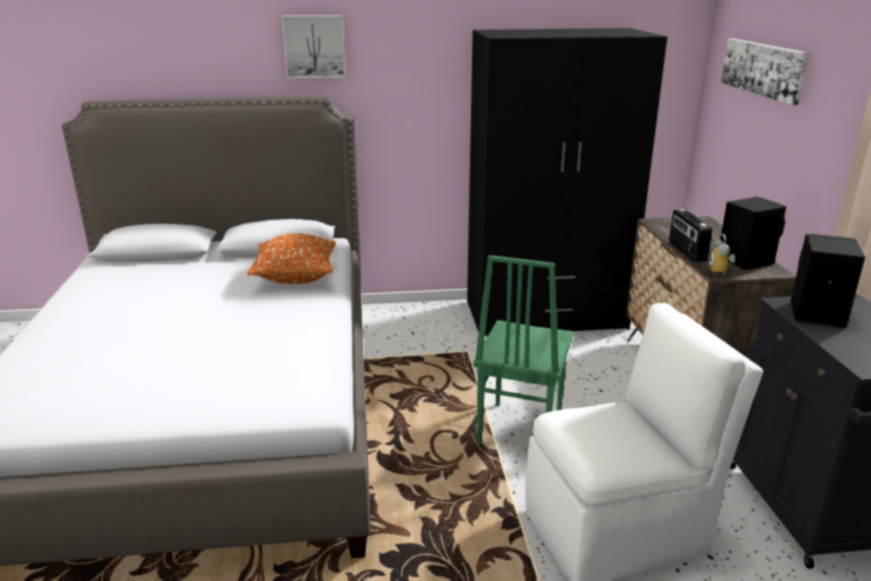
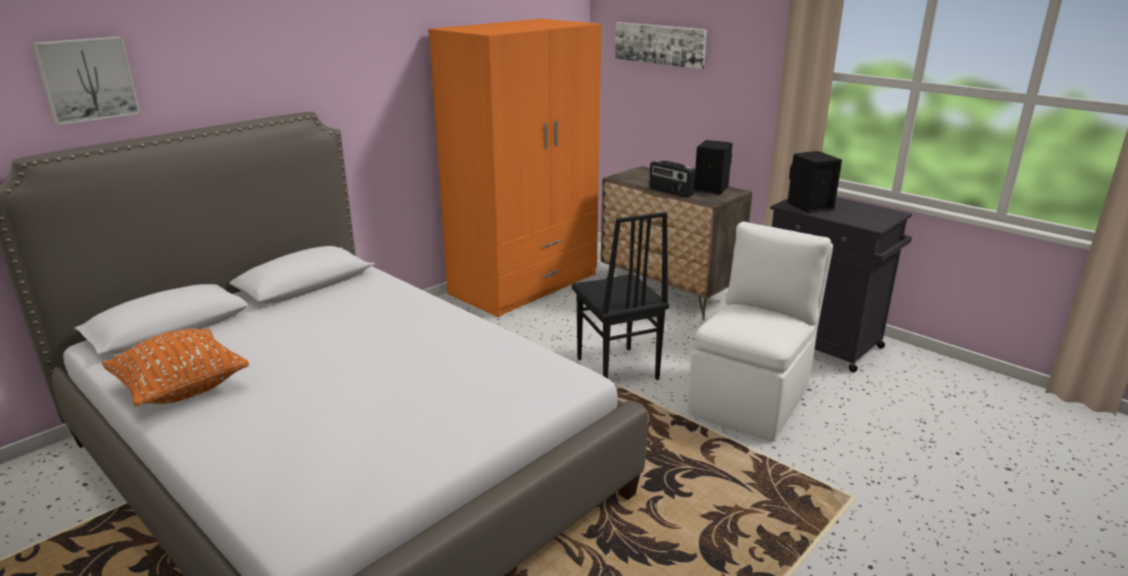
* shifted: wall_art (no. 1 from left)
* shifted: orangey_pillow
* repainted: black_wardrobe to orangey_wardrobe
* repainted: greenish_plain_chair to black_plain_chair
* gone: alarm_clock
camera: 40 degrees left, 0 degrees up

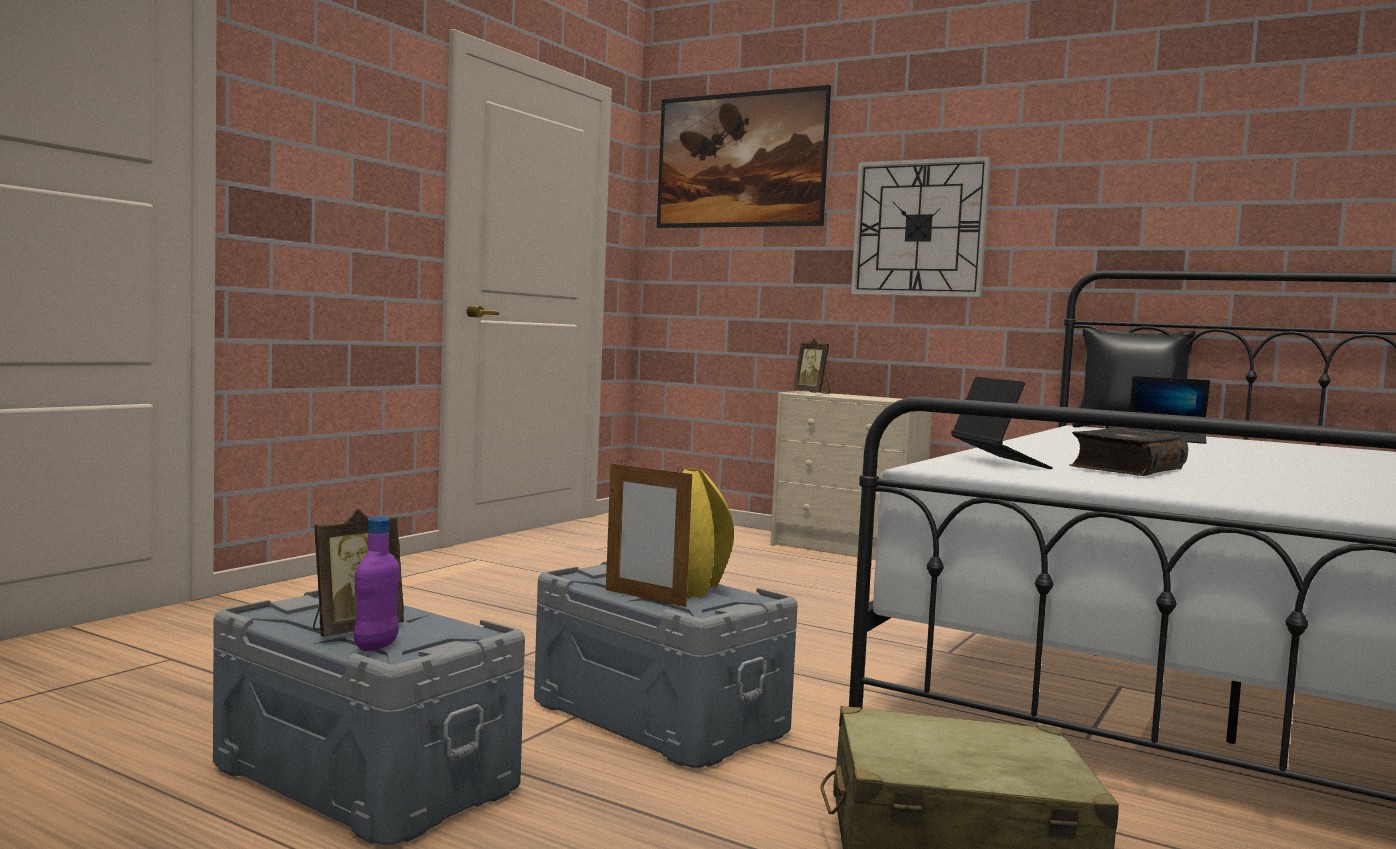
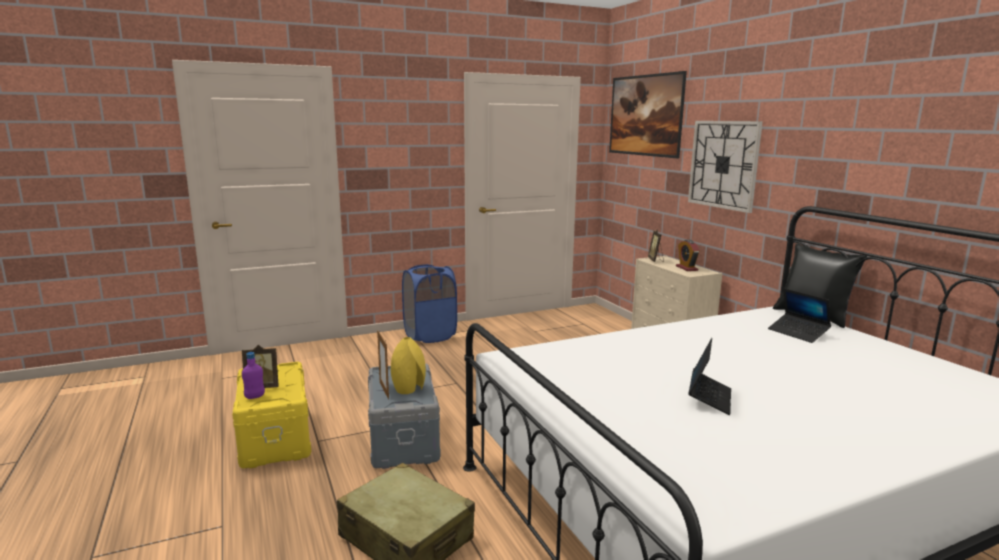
* repainted: greyish_storage_bin (no. 1 from left) to yellow_storage_bin
* new: blue_laundry_basket
* new: alarm_clock
* shifted: portable_computer (no. 1 from left)
* gone: volume
camera: 35 degrees right, 10 degrees up

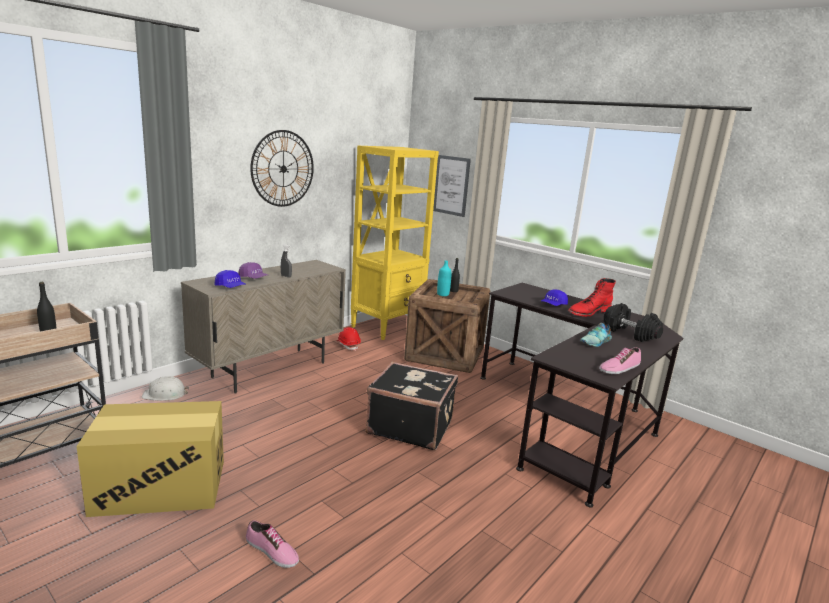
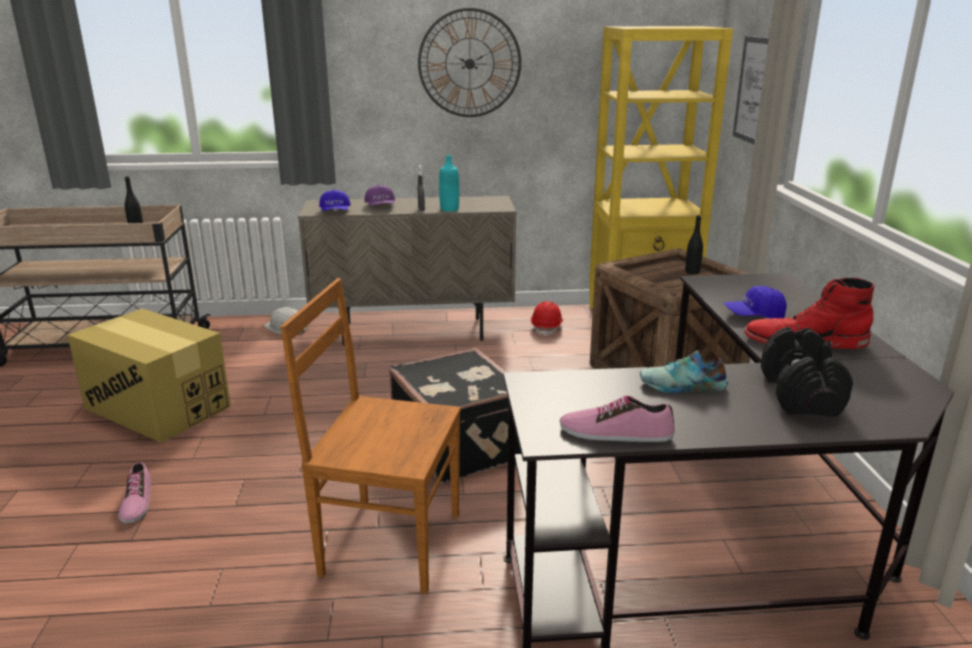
* new: brownish_plain_chair
* shifted: blue-green_beverage_bottle
camera: 45 degrees right, 5 degrees up

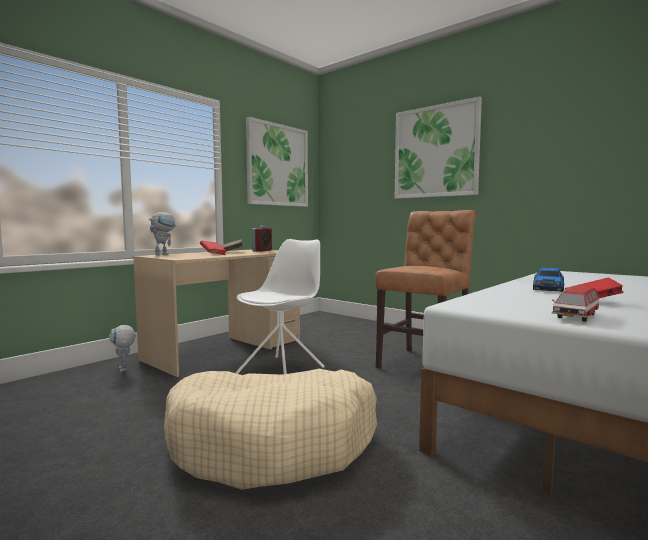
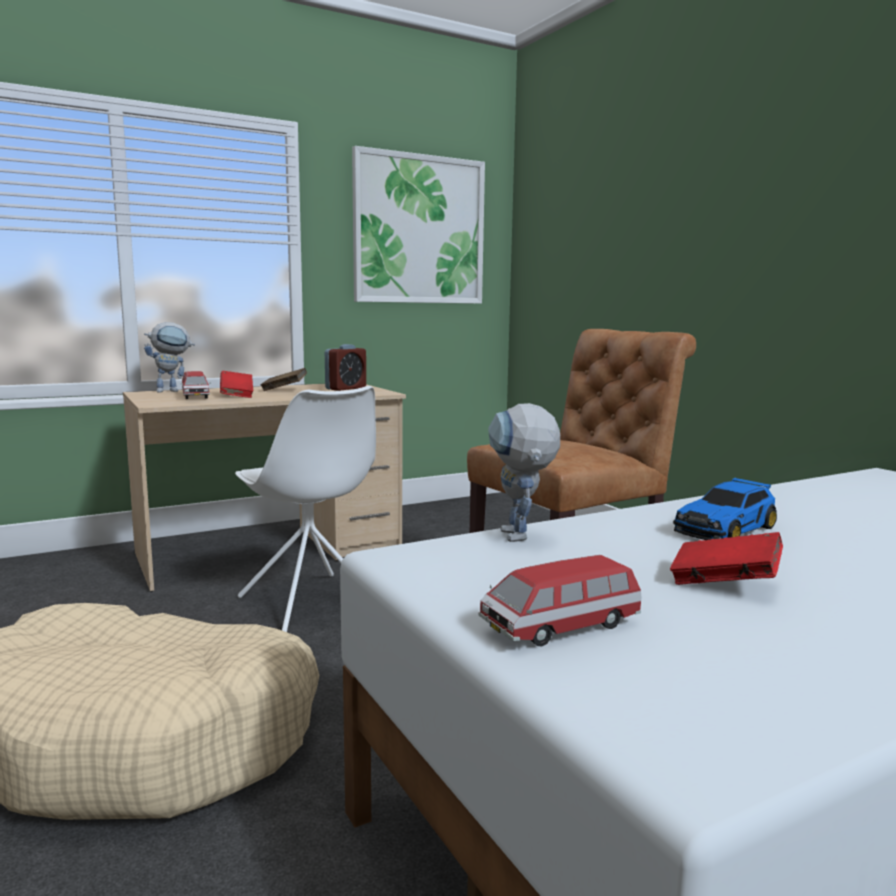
* new: toy_car (no. 1 from left)
* rotated: white_plain_chair 90 degrees clockwise
* shifted: model_robot (no. 1 from left in the first image) to model_robot (no. 2 from left)
* gone: wall_art (no. 2 from left)
camera: 20 degrees right, 5 degrees up

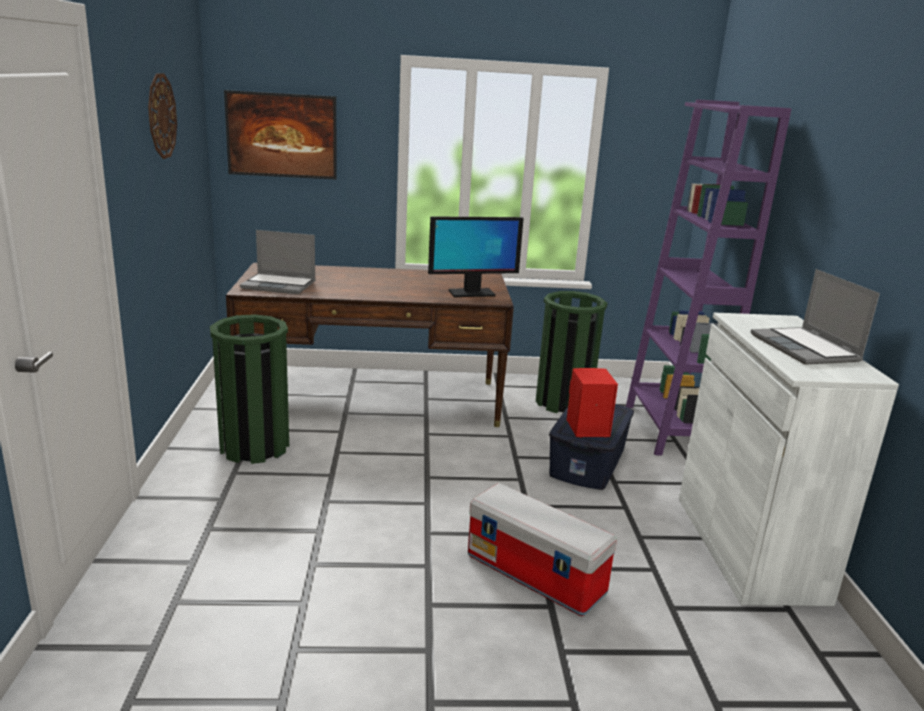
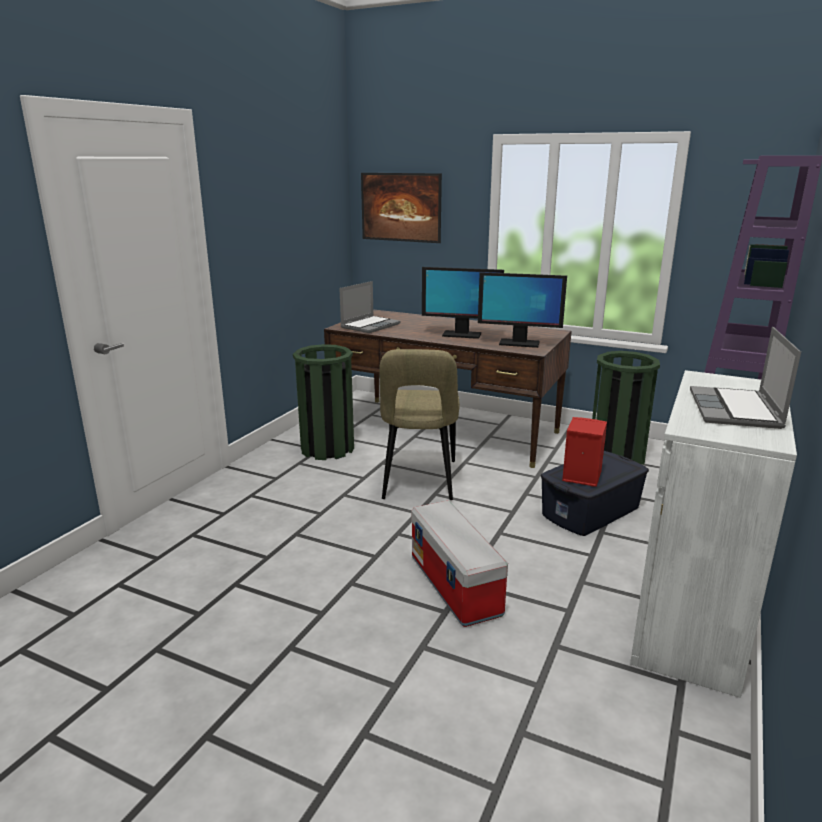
* rotated: portable_computer (no. 1 from left) 90 degrees counterclockwise
* new: beige_plain_chair
* new: computer_display (no. 1 from left)
* gone: wall_clock
camera: 30 degrees right, 0 degrees up

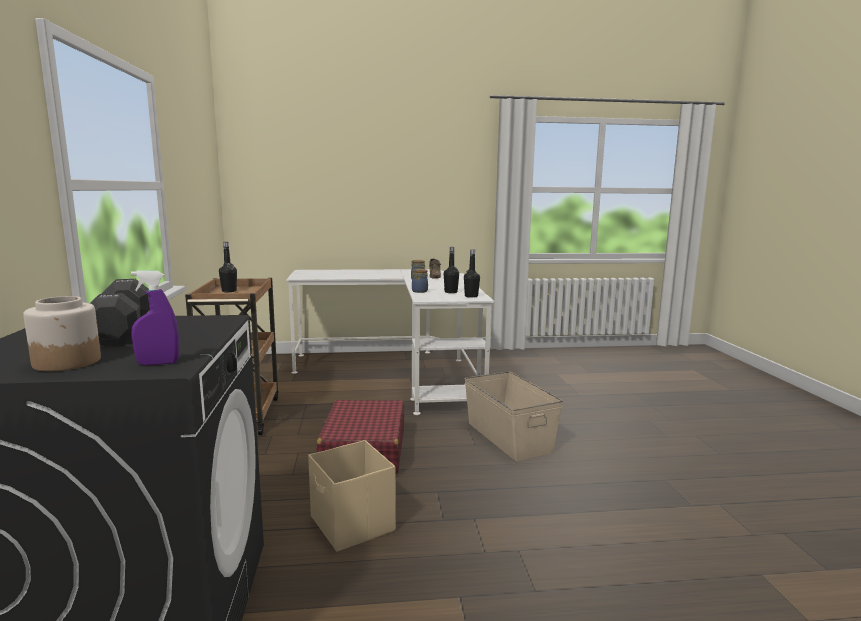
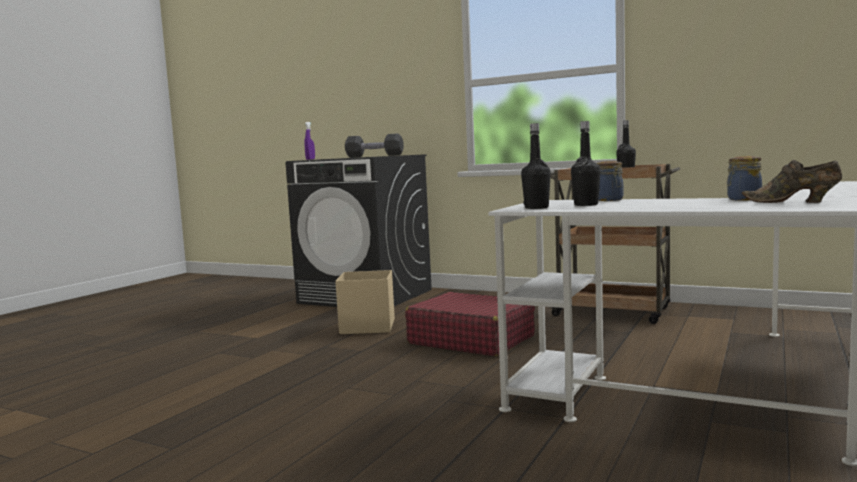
* gone: storage_jar (no. 1 from left)
* gone: beige_storage_bin (no. 2 from left)
camera: 125 degrees right, 5 degrees down

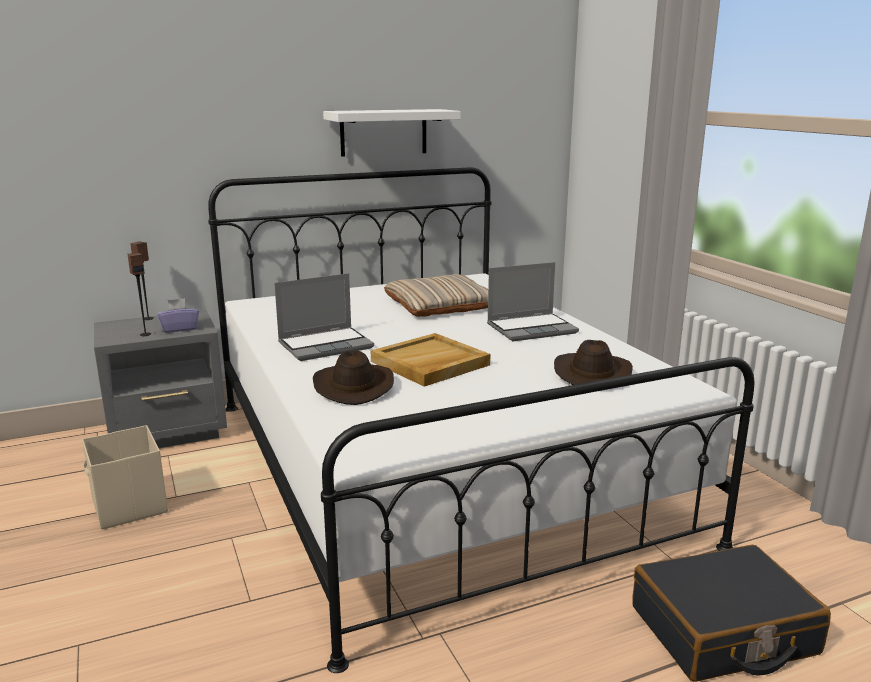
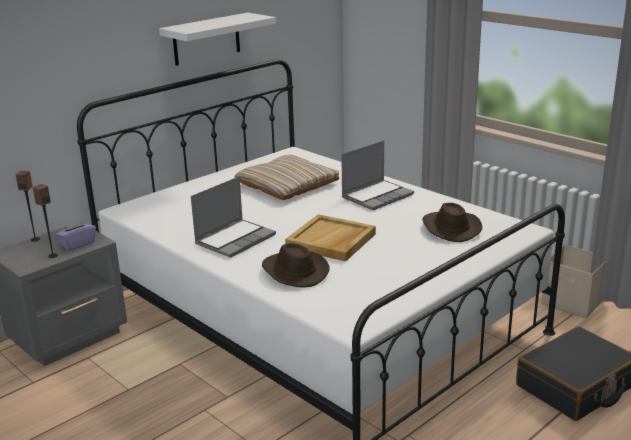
* shifted: beige_storage_bin
camera: 20 degrees left, 5 degrees up

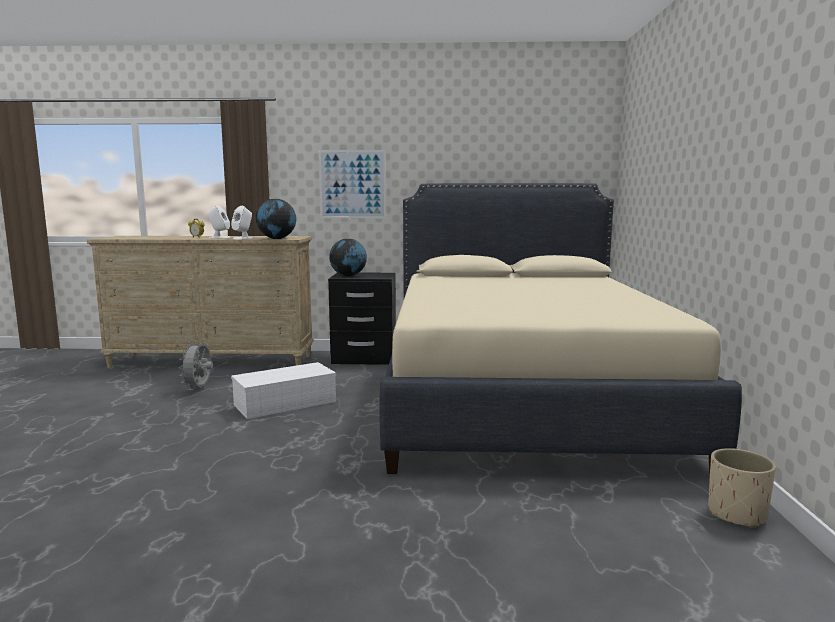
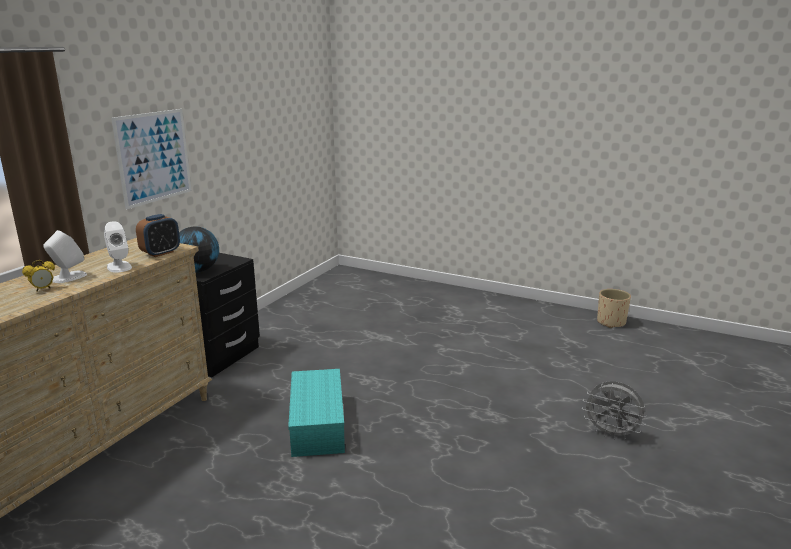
* swapped: desk_globe (no. 1 from left) to alarm_clock (no. 2 from left)
* repainted: white_storage_bin to blue-green_storage_bin
* shifted: greyish_cooling_fan
* gone: beige_bedroom_bed
camera: 65 degrees left, 10 degrees up

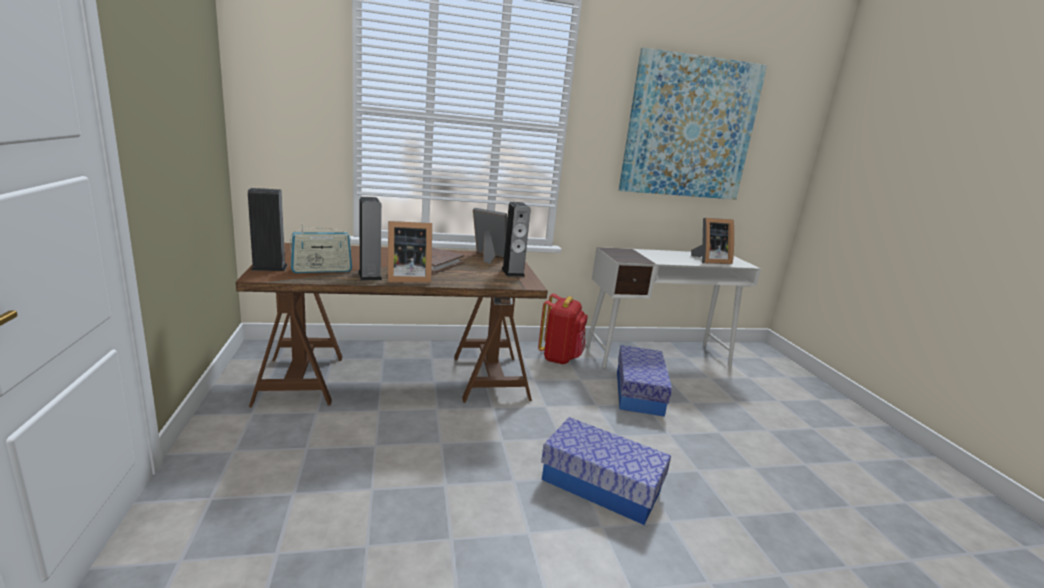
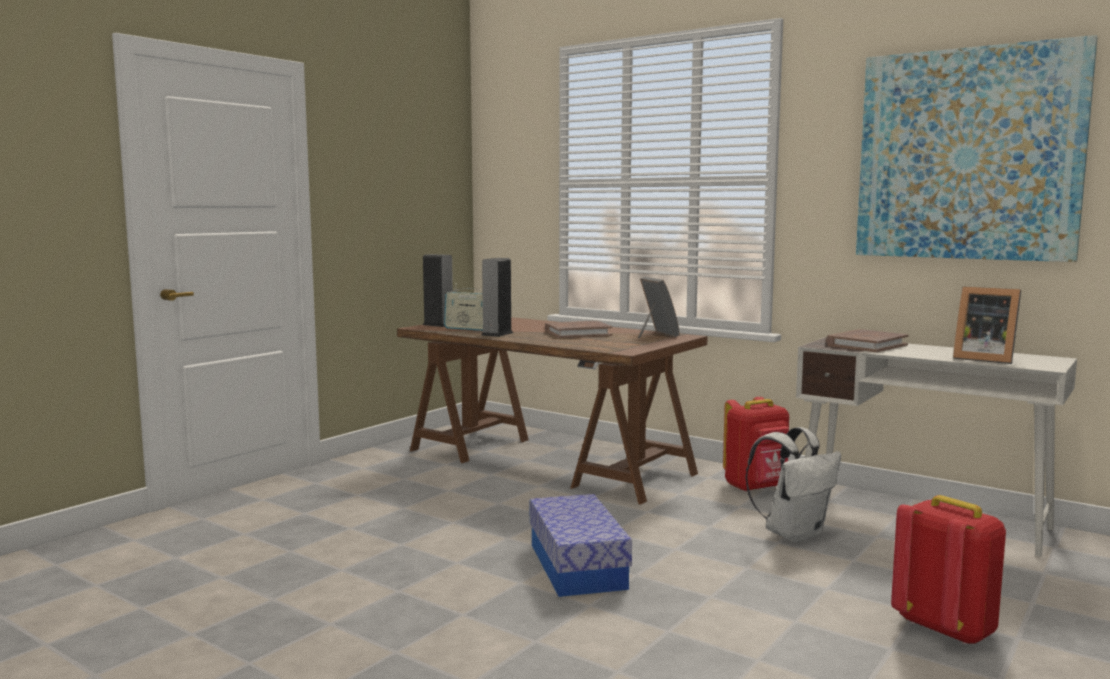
* swapped: storage_bin (no. 2 from left) to white_rucksack
* new: brownish_volume (no. 2 from left)
* new: red_rucksack (no. 2 from left)
* gone: standing_frame (no. 1 from left)
* gone: audio_speaker (no. 3 from left)
camera: 50 degrees right, 10 degrees down

